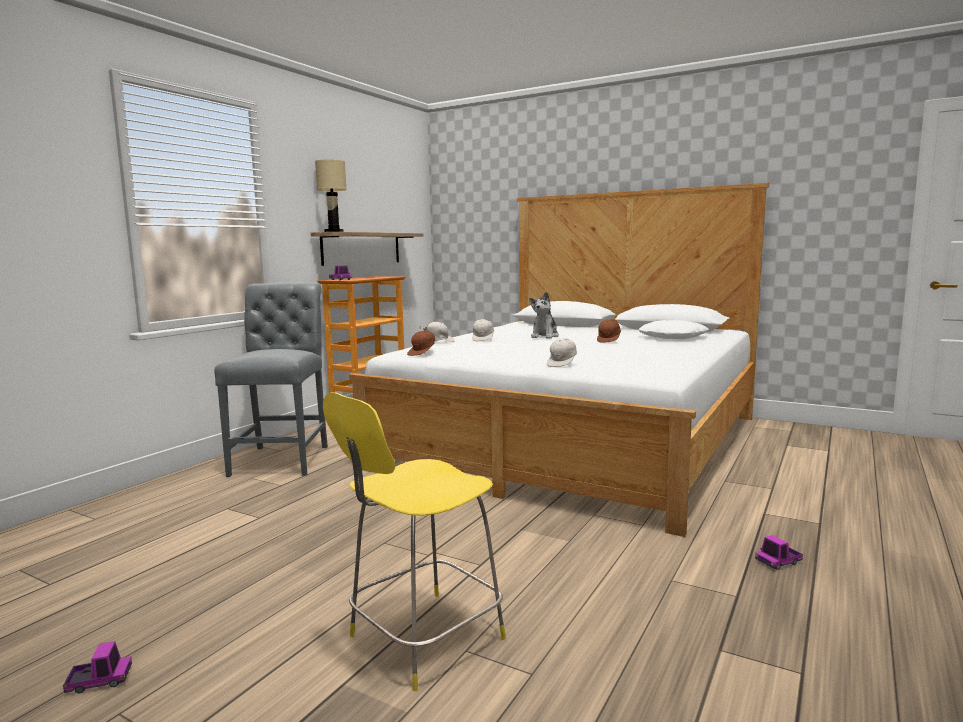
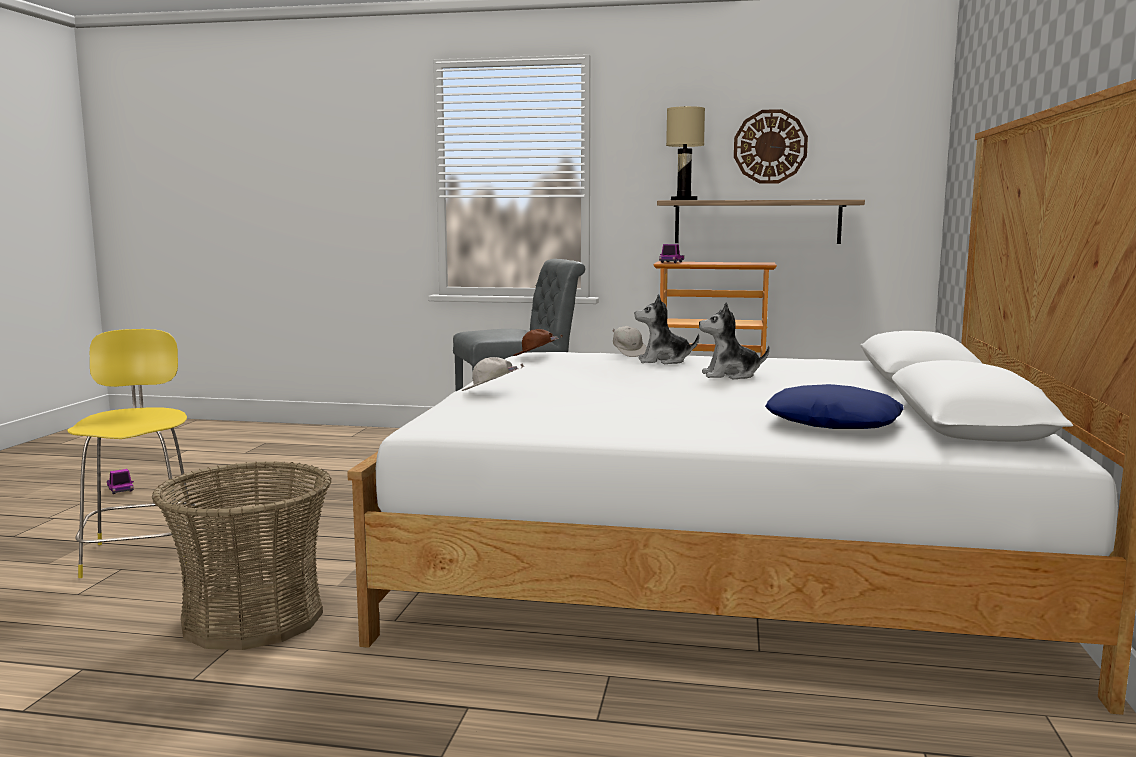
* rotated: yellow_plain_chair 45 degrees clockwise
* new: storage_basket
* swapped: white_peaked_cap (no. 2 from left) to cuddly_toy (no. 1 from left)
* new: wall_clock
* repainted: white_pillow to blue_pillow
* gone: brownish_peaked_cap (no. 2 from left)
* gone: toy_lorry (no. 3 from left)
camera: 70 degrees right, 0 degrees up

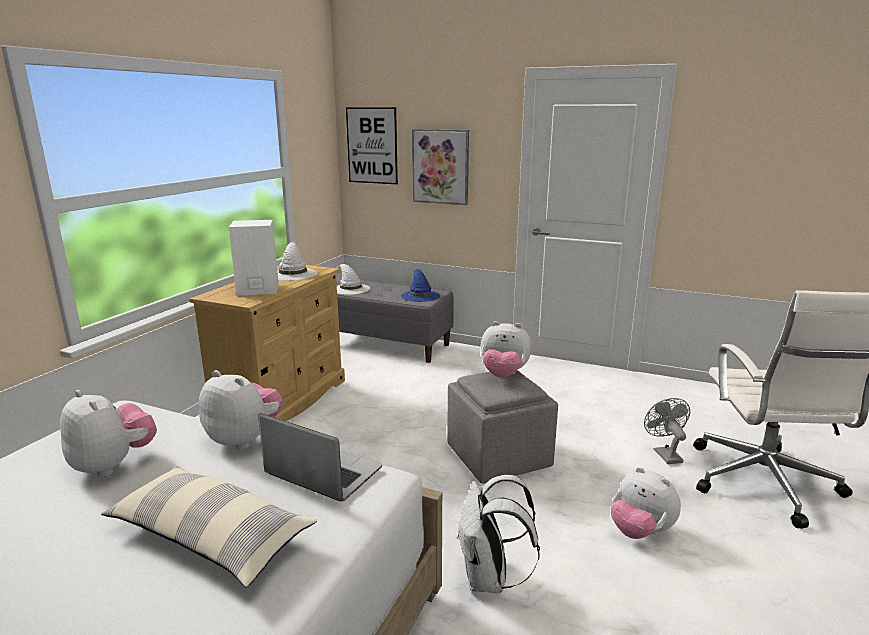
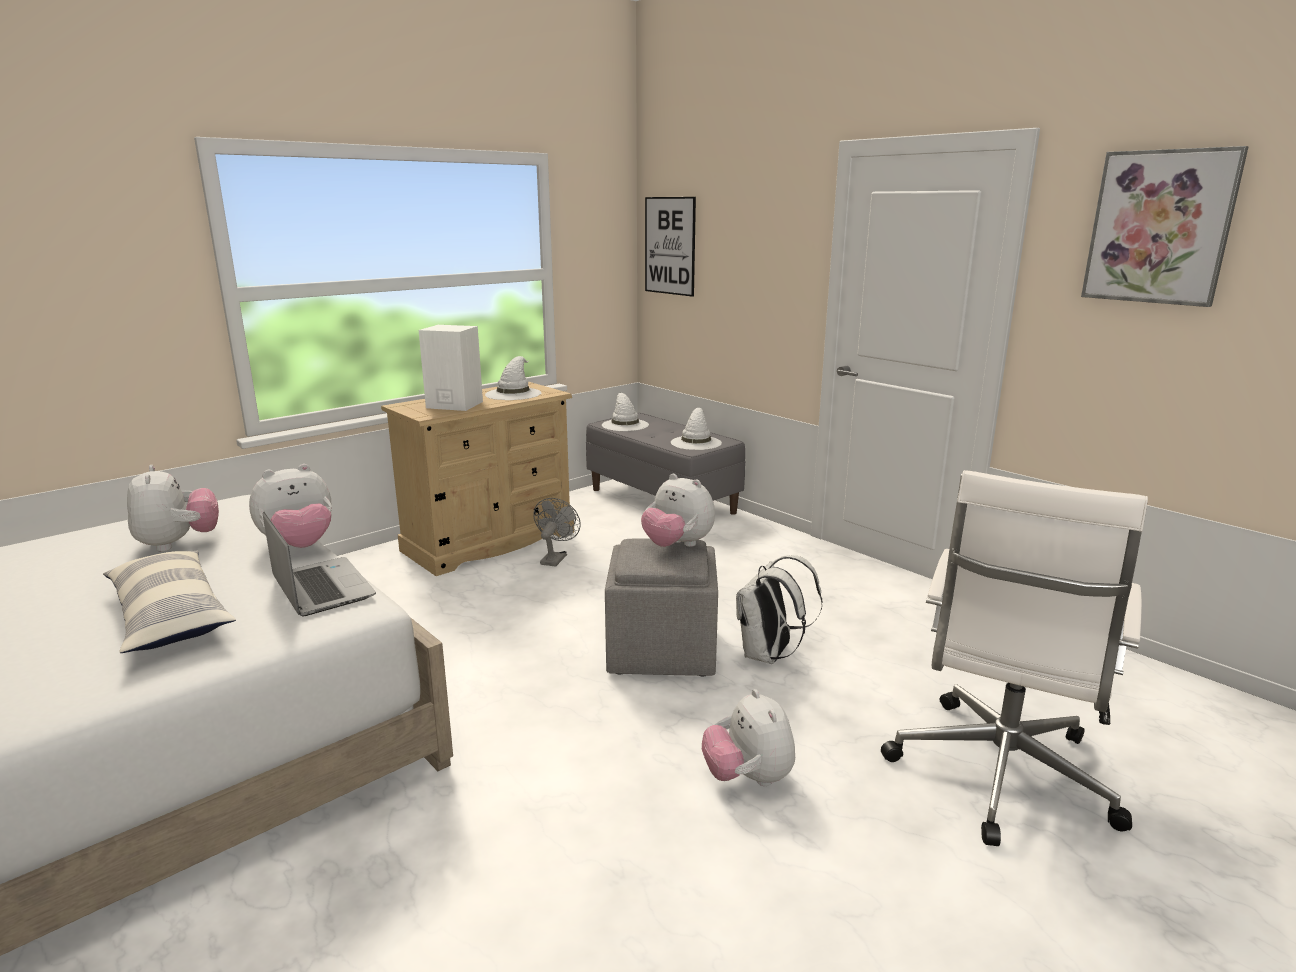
* rotated: cuddly_toy (no. 2 from left) 90 degrees clockwise
* shifted: greyish_cooling_fan
* repainted: blue_wearable_hat to white_wearable_hat (no. 3 from left)
* shifted: white_rucksack
* shifted: wall_art (no. 2 from left)
camera: 25 degrees right, 0 degrees up

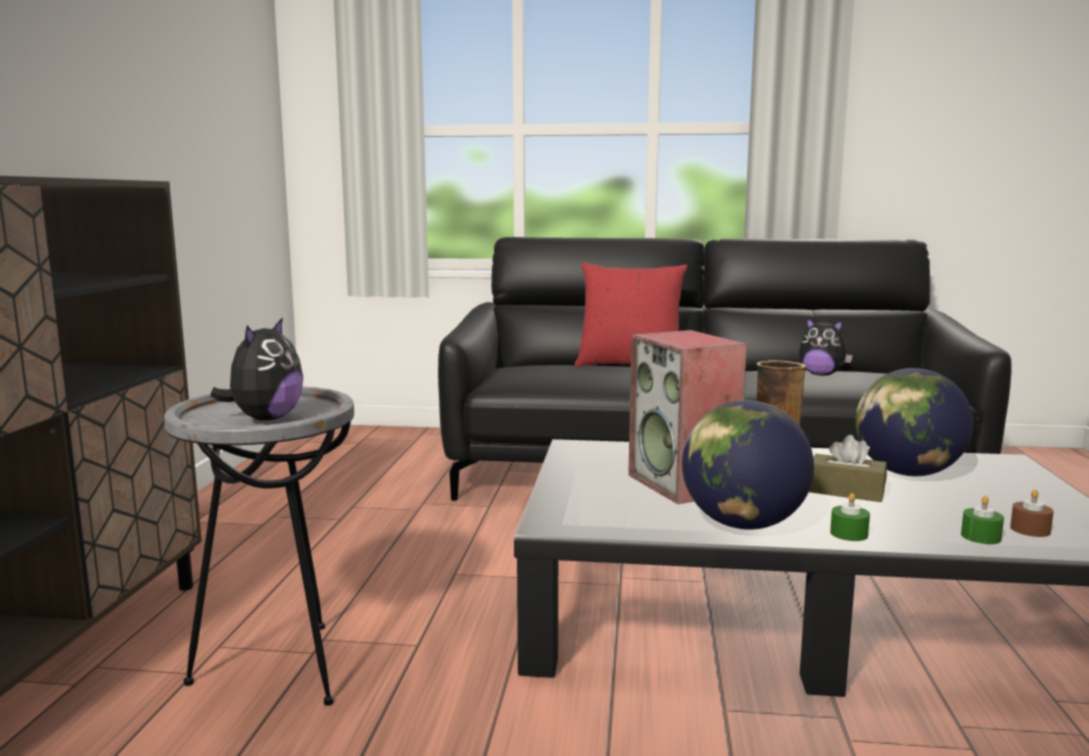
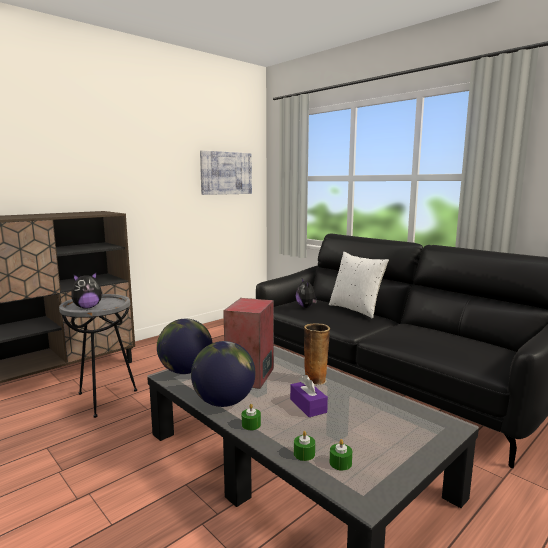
* shifted: desk_globe (no. 2 from left in the first image) to desk_globe (no. 1 from left)
* new: wall_art
* repainted: brownish_box_of_tissues to purple-coloured_box_of_tissues
* shifted: cuddly_toy (no. 2 from left)
* repainted: red_pillow to white_pillow
* repainted: brownish_candle to greenish_candle (no. 3 from left)
camera: 40 degrees right, 0 degrees up

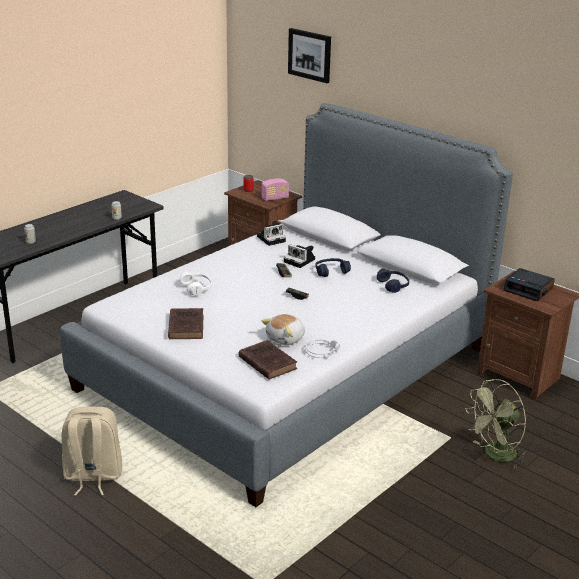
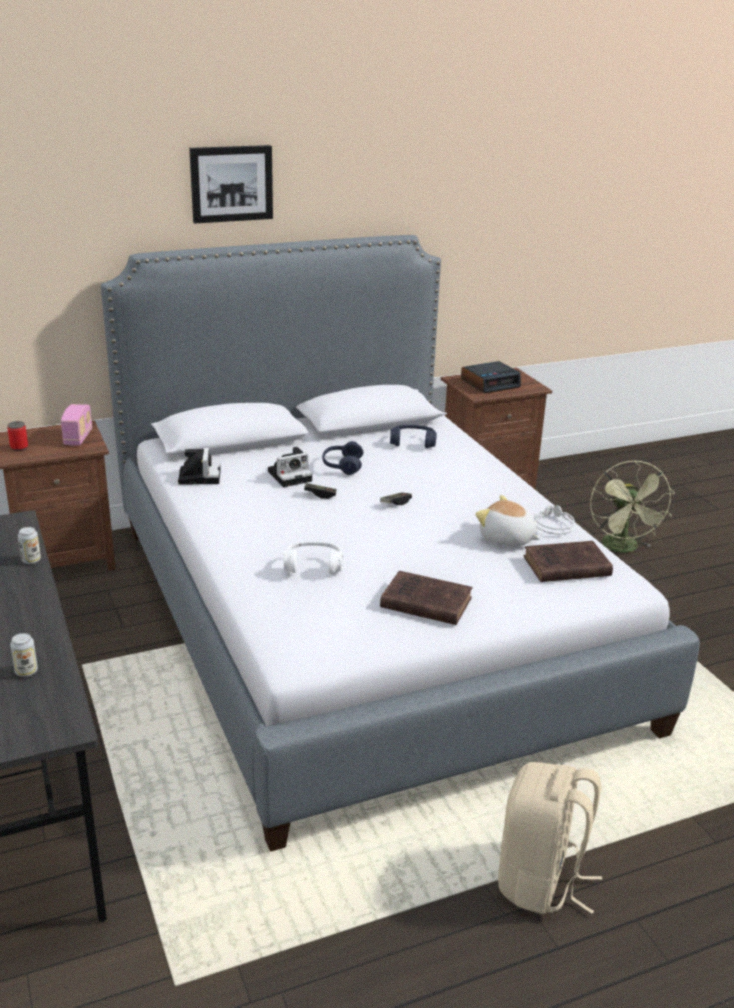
* shifted: wall_art
* rotated: cuddly_toy 150 degrees clockwise
camera: 65 degrees left, 0 degrees up

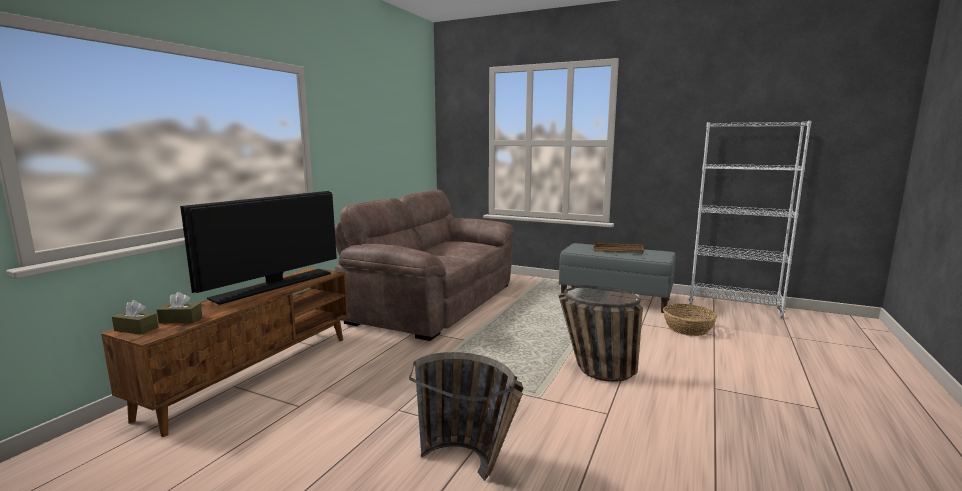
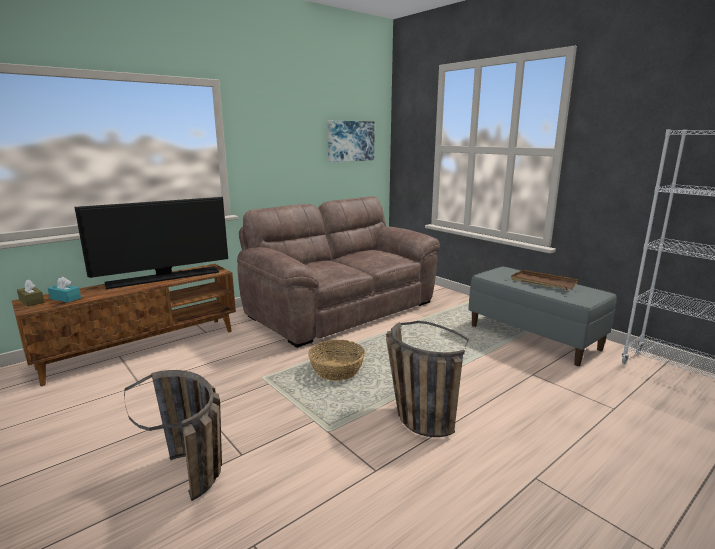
* repainted: brownish_box_of_tissues (no. 2 from left) to blue-green_box_of_tissues
* shifted: storage_basket (no. 3 from left in the first image) to storage_basket (no. 2 from left)
* new: wall_art
camera: 25 degrees right, 5 degrees up

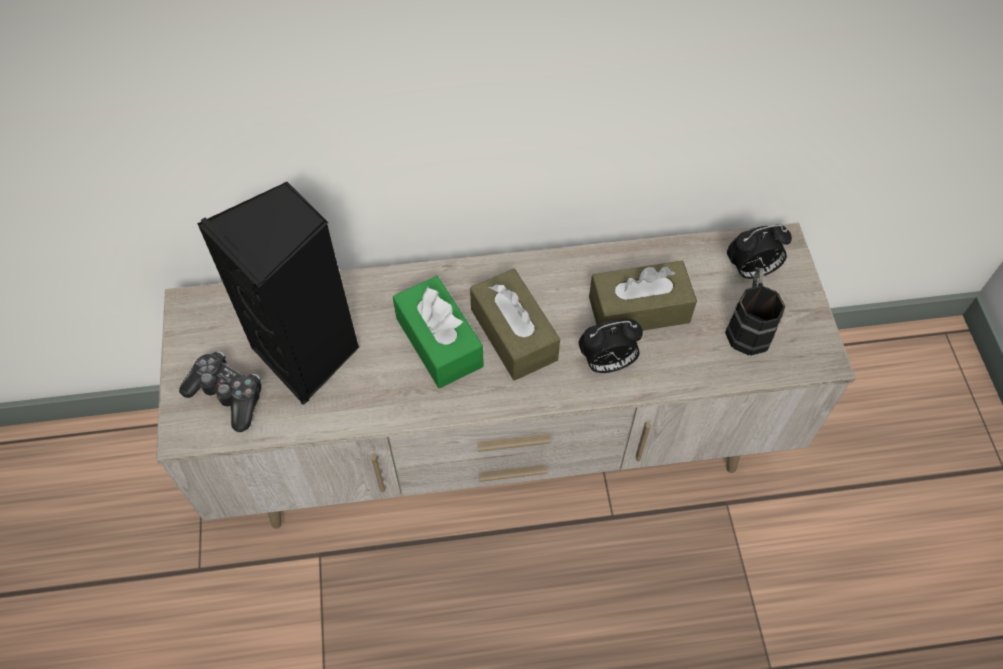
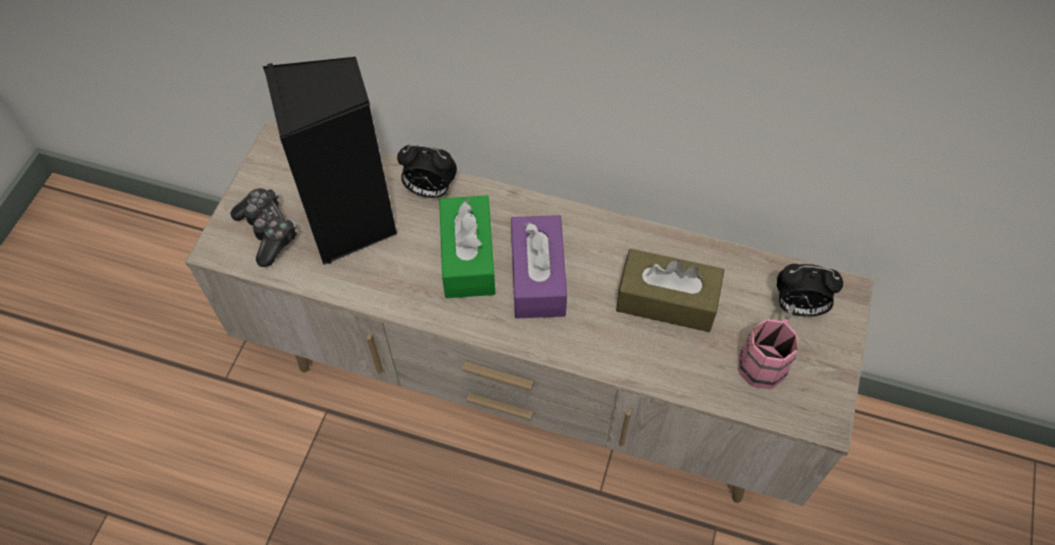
* shifted: alarm_clock (no. 1 from left)
* repainted: brownish_box_of_tissues (no. 1 from left) to purple-coloured_box_of_tissues
* repainted: black_coffee_mug to pink_coffee_mug
camera: 25 degrees right, 0 degrees up

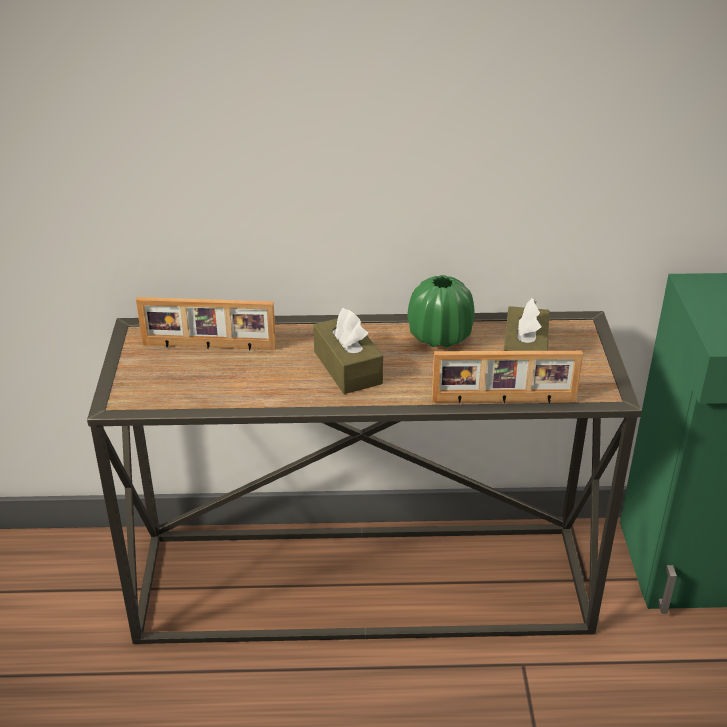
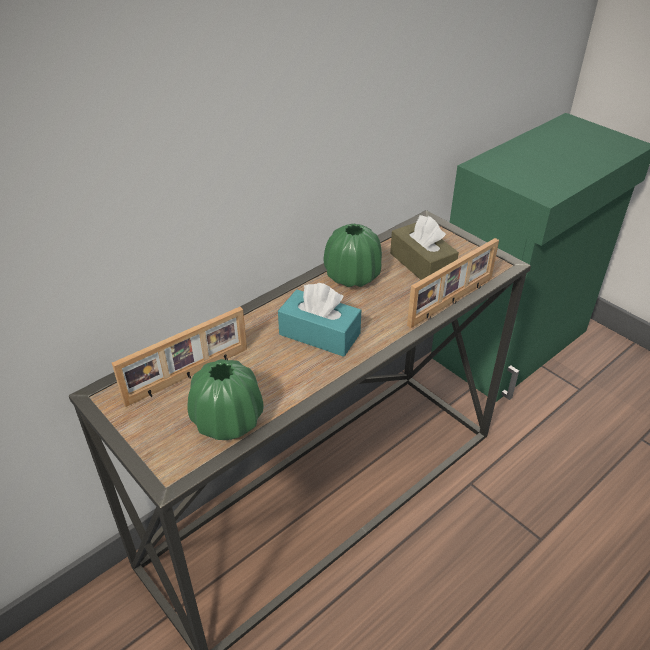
* new: greenish_flower_vase (no. 1 from left)
* repainted: brownish_box_of_tissues (no. 1 from left) to blue-green_box_of_tissues
camera: 40 degrees left, 5 degrees up

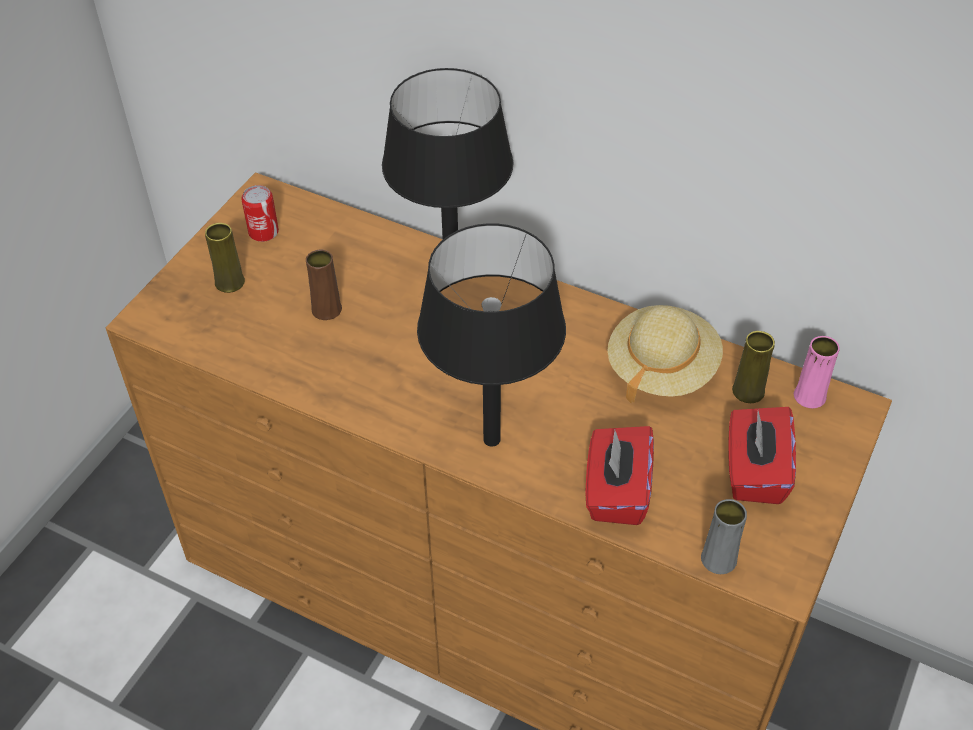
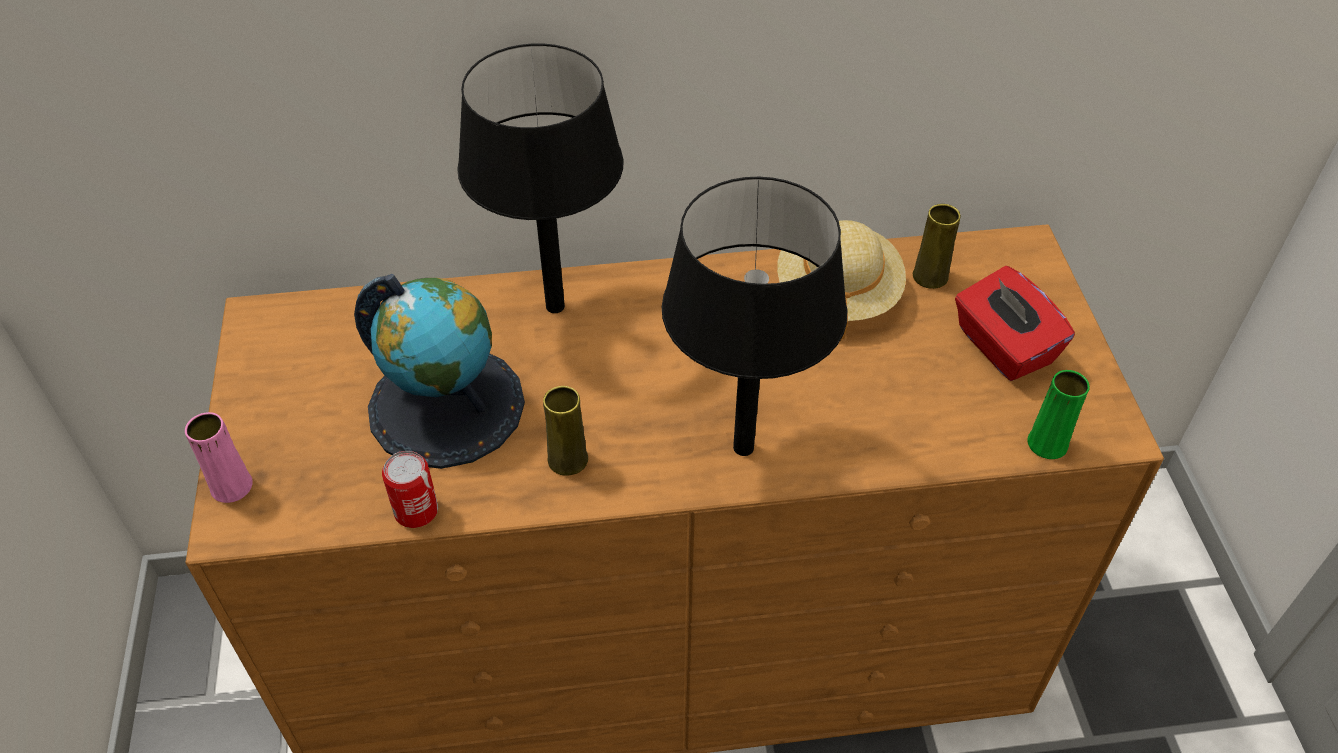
* shifted: pink_flower_vase
* swapped: brownish_flower_vase to desk_globe
* shifted: sealed_can
* shifted: yellow_flower_vase (no. 1 from left)
* repainted: greyish_flower_vase to greenish_flower_vase
* gone: red_box_of_tissues (no. 1 from left)
camera: 35 degrees left, 0 degrees up

